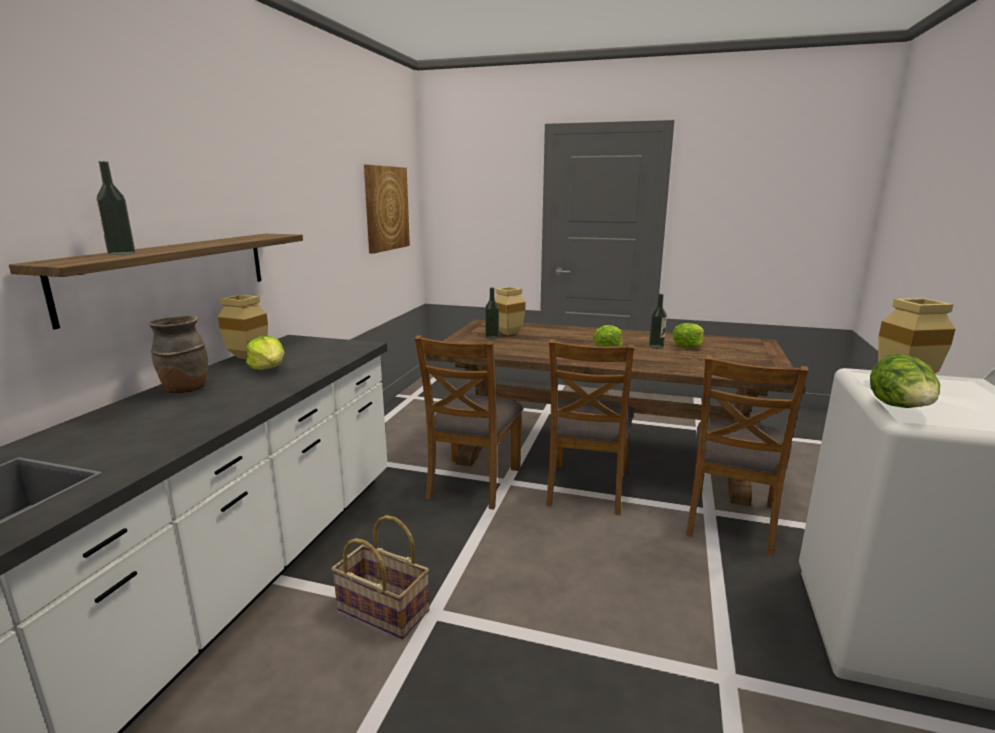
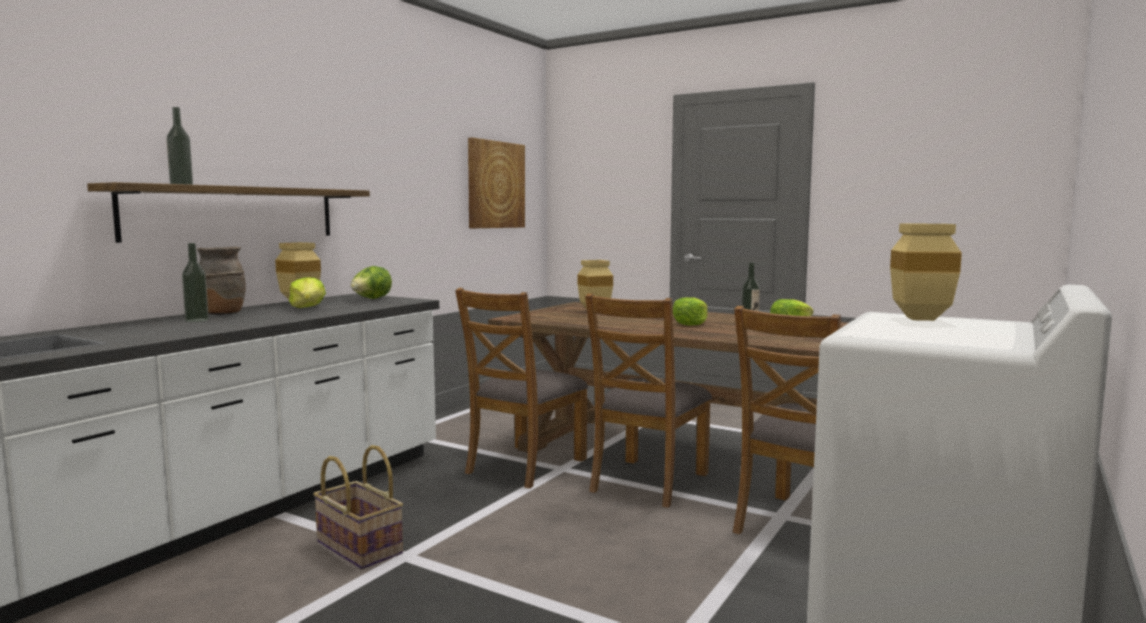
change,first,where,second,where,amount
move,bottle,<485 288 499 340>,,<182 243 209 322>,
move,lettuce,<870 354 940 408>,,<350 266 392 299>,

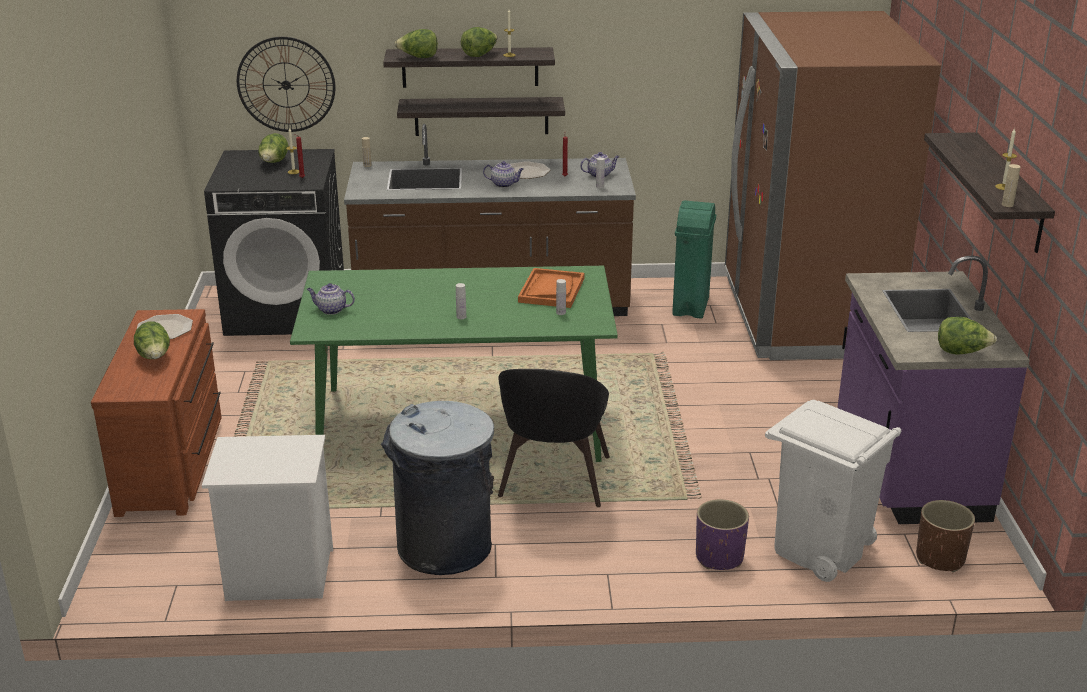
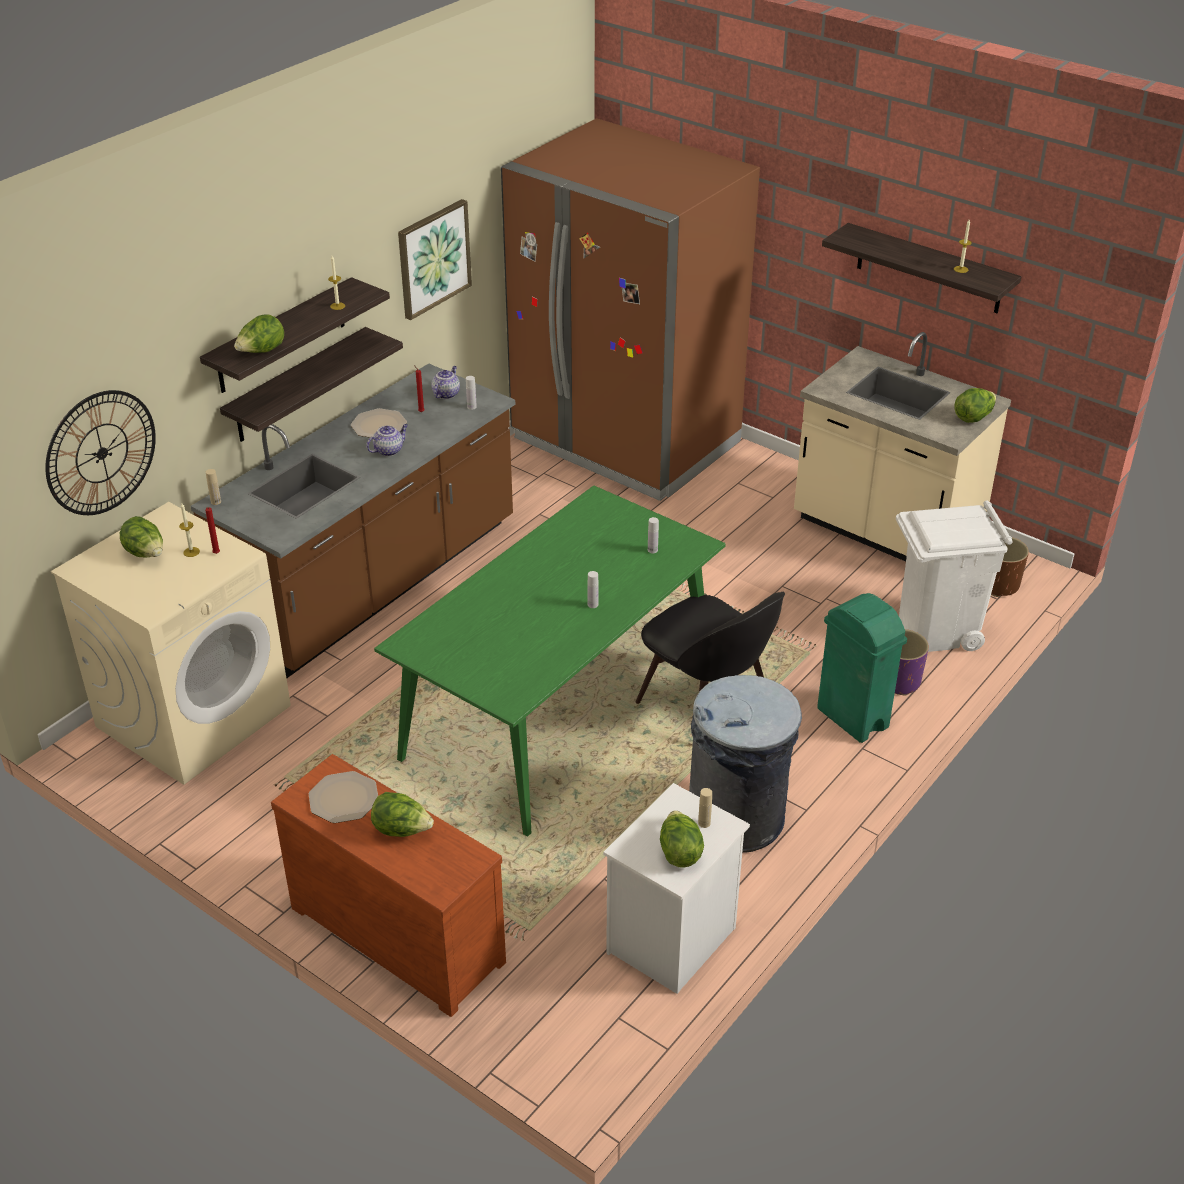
change,first,where,second,where,amount
recolor,washing machine (black),<204 149 344 336>,washing machine (beige),<51 502 291 785>,
delete,teapot,<307 283 355 315>,,,
move,lettuce,<461 27 498 57>,,<660 810 704 868>,
delete,tray (orange),<518 268 584 308>,,,
move,trash can (green),<672 200 716 319>,,<817 593 907 743>,
recolor,counter (purple),<838 256 1030 524>,counter (beige),<794 332 1011 561>,
move,bottle (beige),<1002 164 1020 207>,,<698 788 712 828>,
insert,,,picture,<398 199 472 320>,

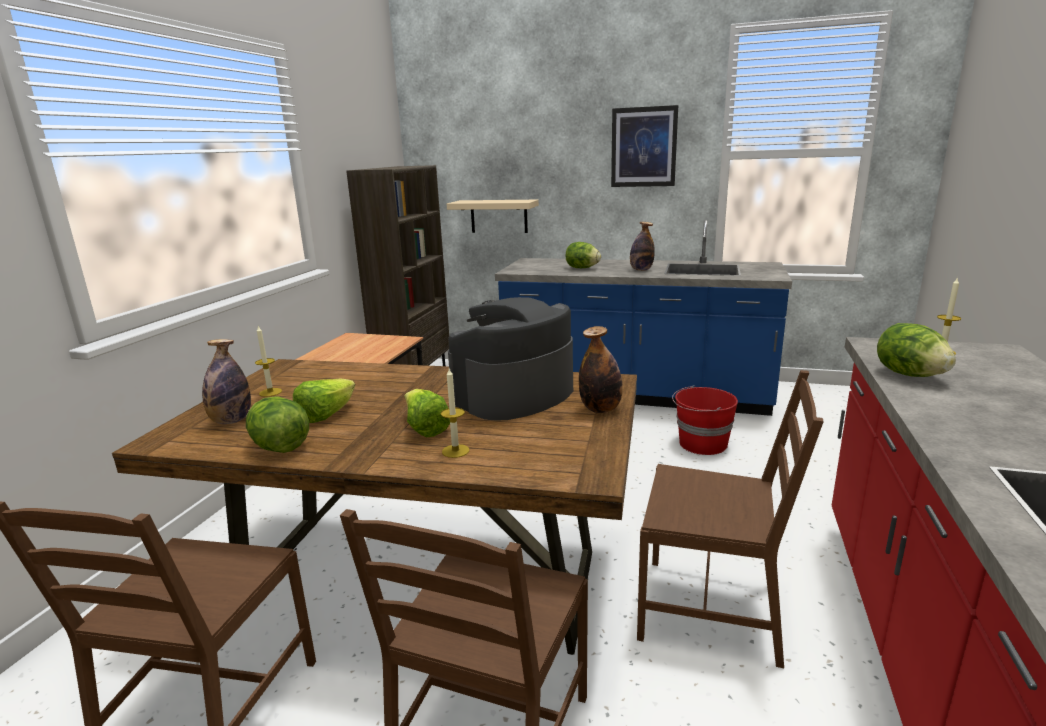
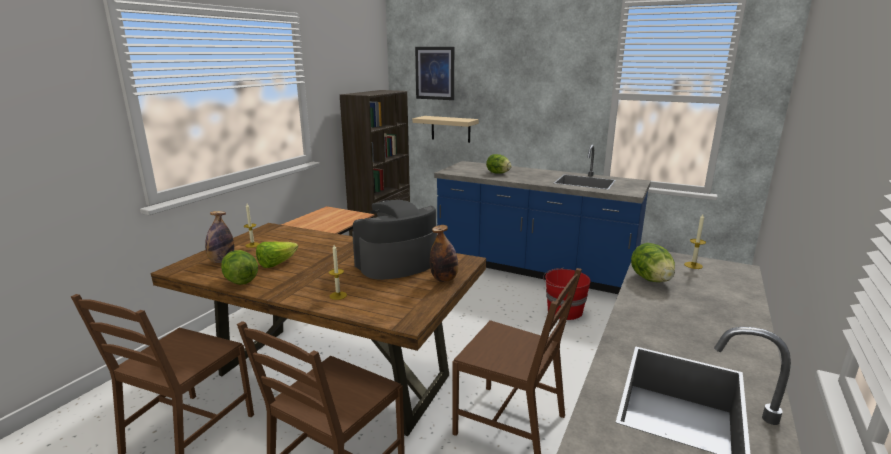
change,first,where,second,where,amount
delete,lettuce,<404 389 450 437>,,,
move,picture,<611 105 678 187>,,<415 47 454 100>,
delete,bottle,<630 222 655 271>,,,

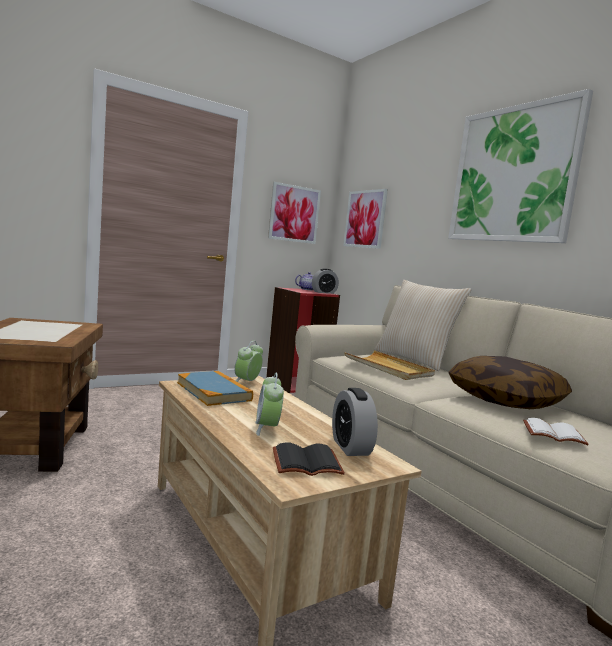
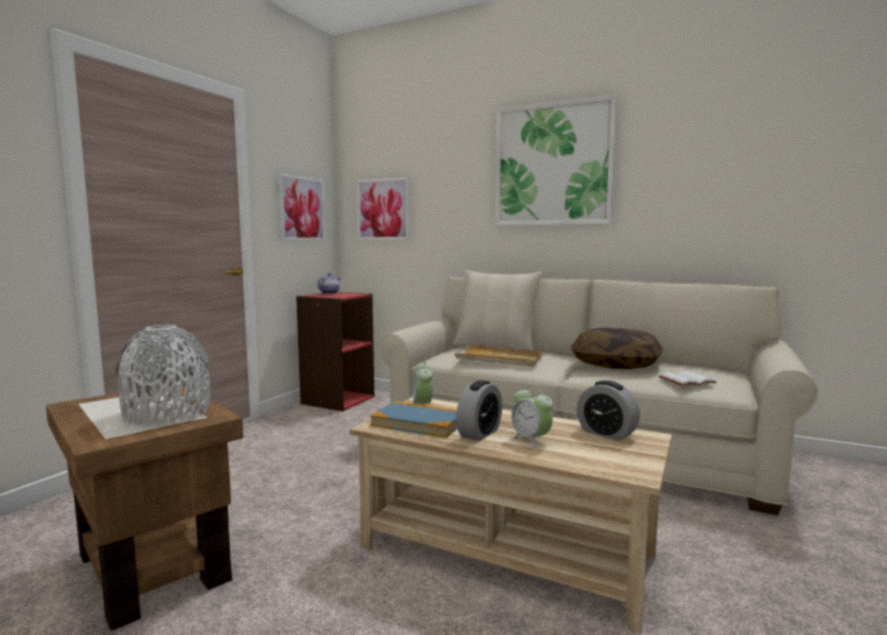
change,first,where,second,where,amount
delete,book (black),<273 443 345 476>,,,
move,alarm clock,<312 268 339 294>,,<456 380 502 441>,
insert,,,vase (grey),<116 325 210 425>,

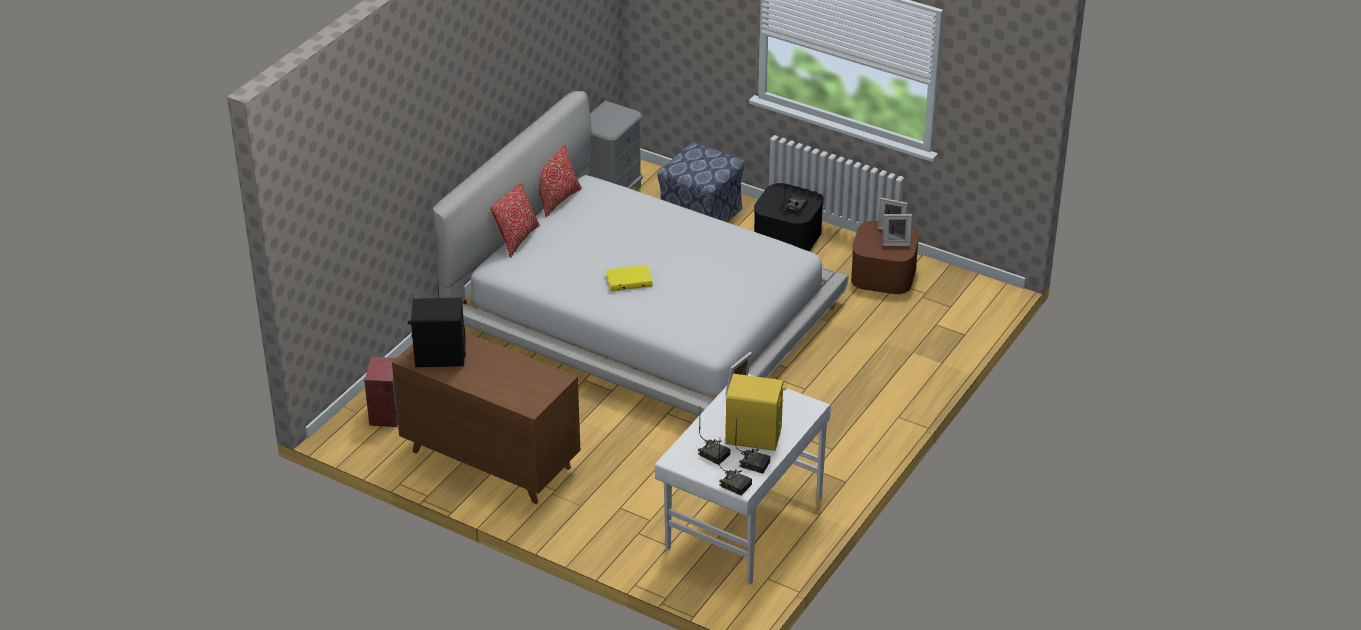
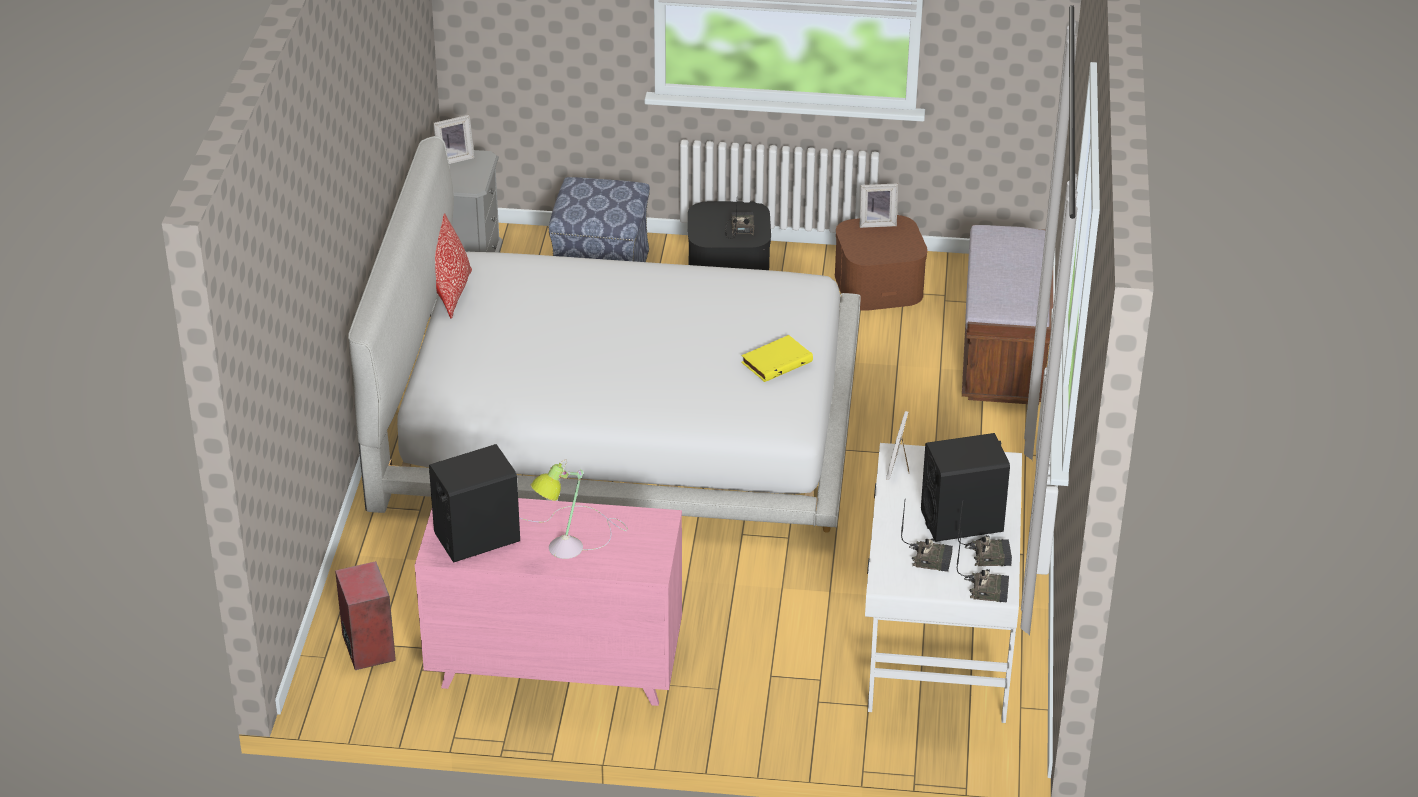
change,first,where,second,where,amount
recolor,dresser (brown),<392 333 581 504>,dresser (pink),<415 498 682 706>,
delete,pillow,<490 183 540 258>,,,
move,book (yellow),<606 265 653 291>,,<741 335 813 382>,
recolor,speaker (yellow),<725 374 786 451>,speaker (black),<921 433 1010 542>,
move,picture frame,<882 214 912 246>,,<433 115 474 164>,
insert,,,table lamp,<519 459 628 559>,
insert,,,bench (brown),<962 225 1053 405>,

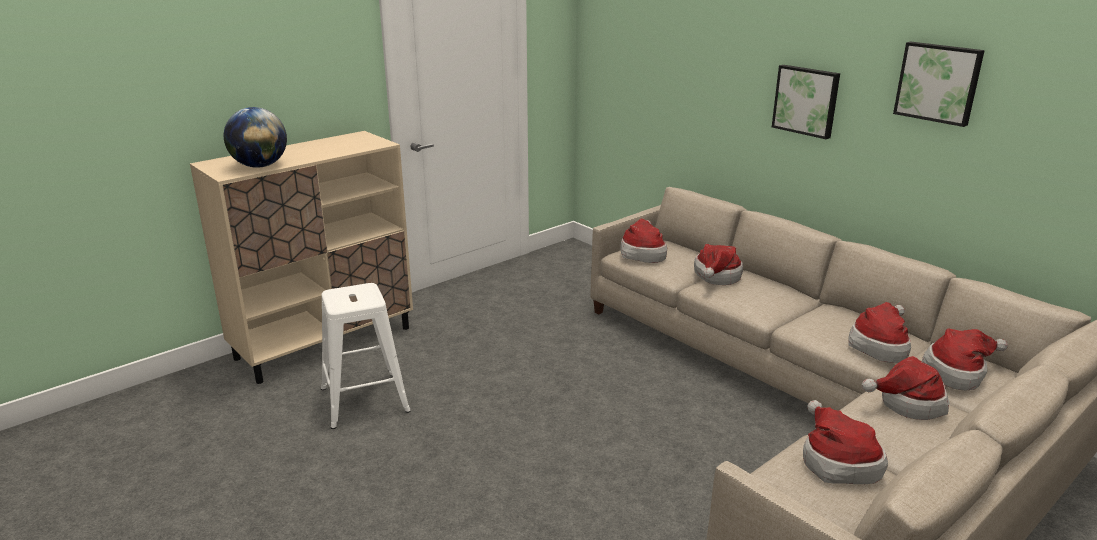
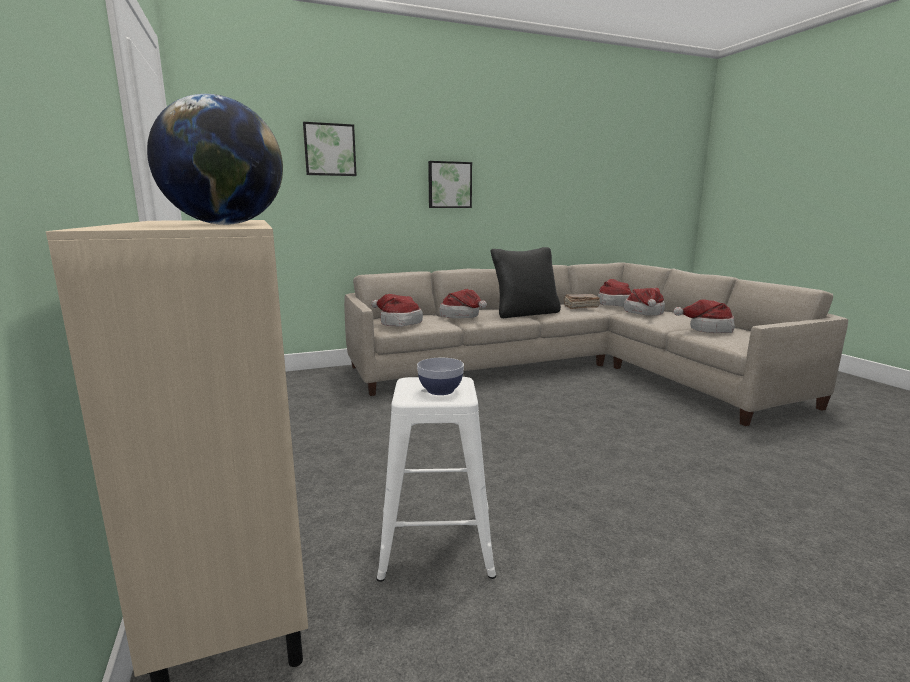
change,first,where,second,where,amount
replace,hat,<848 302 911 363>,book (brown),<564 294 600 309>,
move,picture,<893 42 985 127>,,<303 122 357 176>,
insert,,,bowl,<417 358 464 395>,
insert,,,pillow (black),<491 247 561 318>,

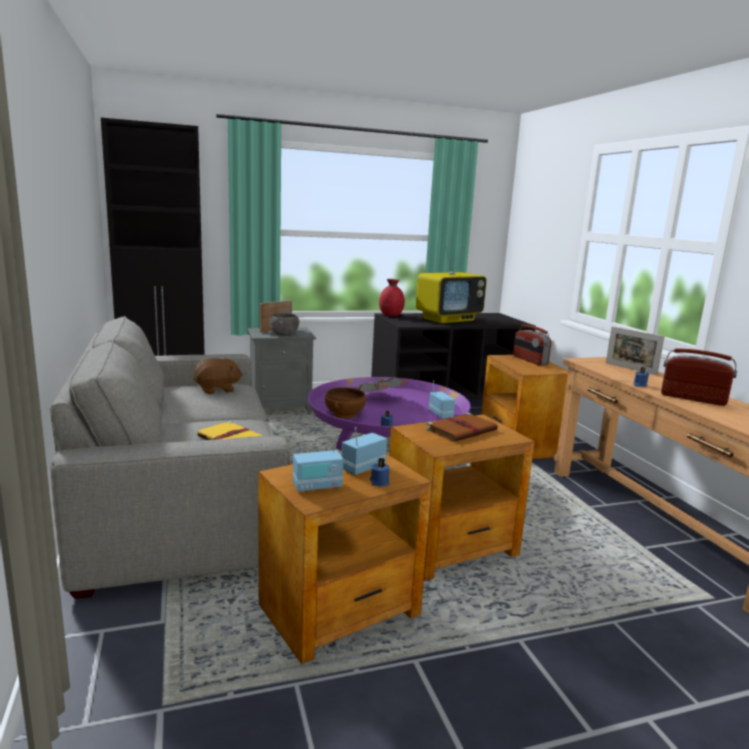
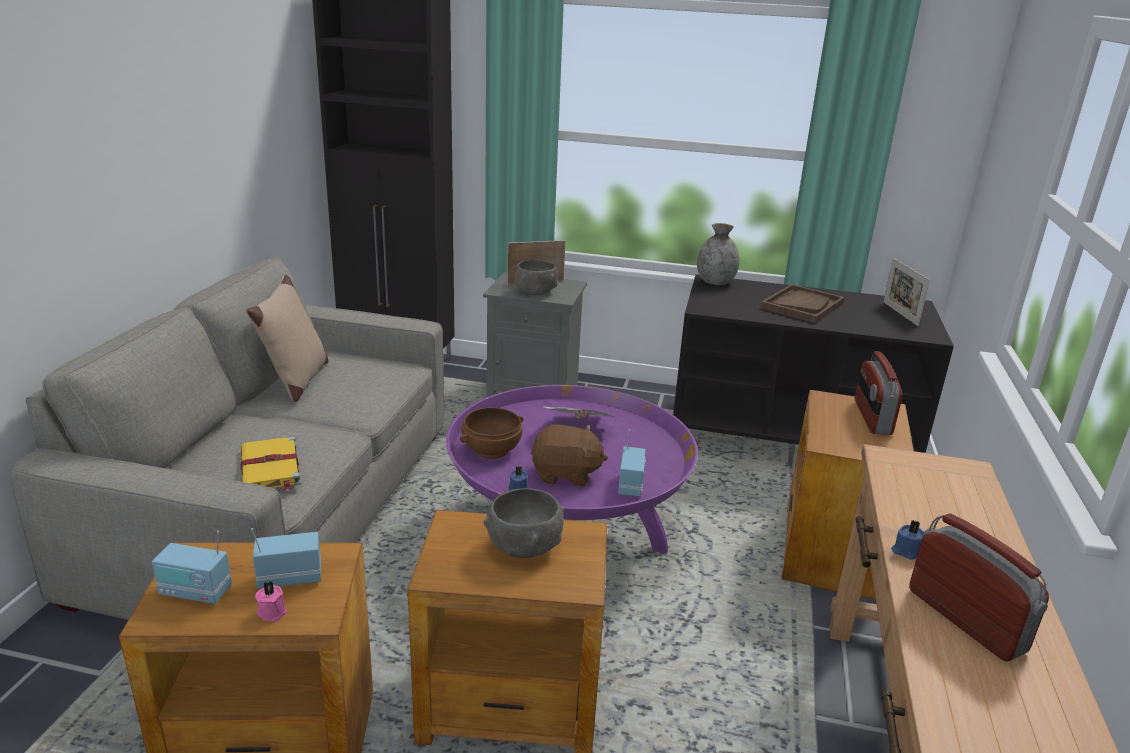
change,first,where,second,where,amount
move,plush toy (brown),<193 358 243 394>,,<531 424 608 487>,
recolor,candle (blue),<370 458 390 487>,candle (pink),<255 581 287 622>,
recolor,vase (red),<379 279 405 316>,vase (grey),<697 223 740 285>,
replace,television,<416 246 487 323>,tray (brown),<761 284 845 323>,
replace,book (brown),<426 413 498 442>,bowl (grey),<484 488 564 558>,
move,picture frame,<606 327 665 375>,,<883 258 930 326>,
insert,,,pillow (beige),<246 275 329 402>,

